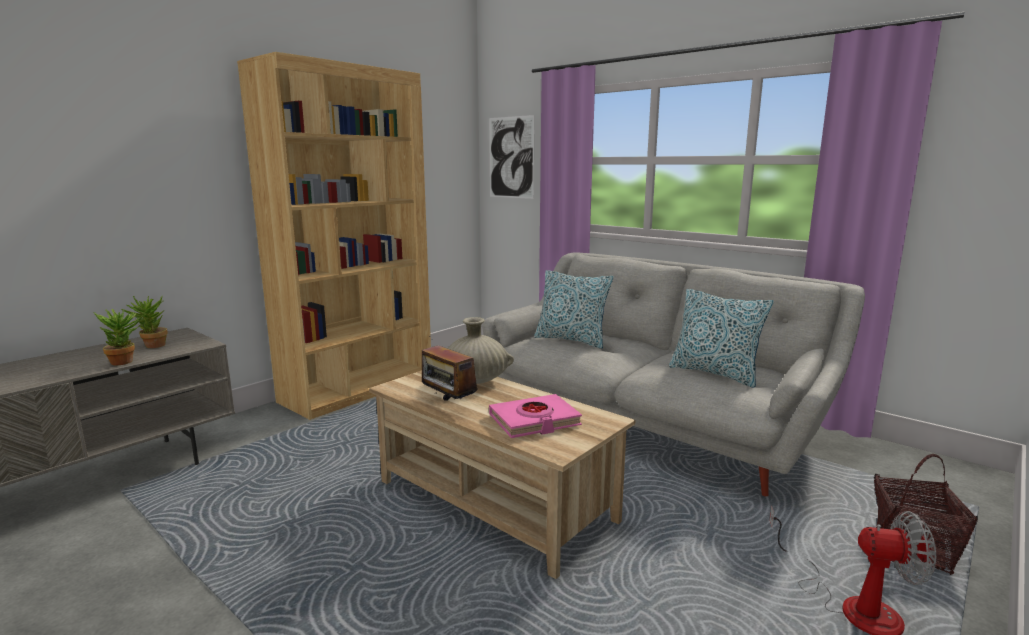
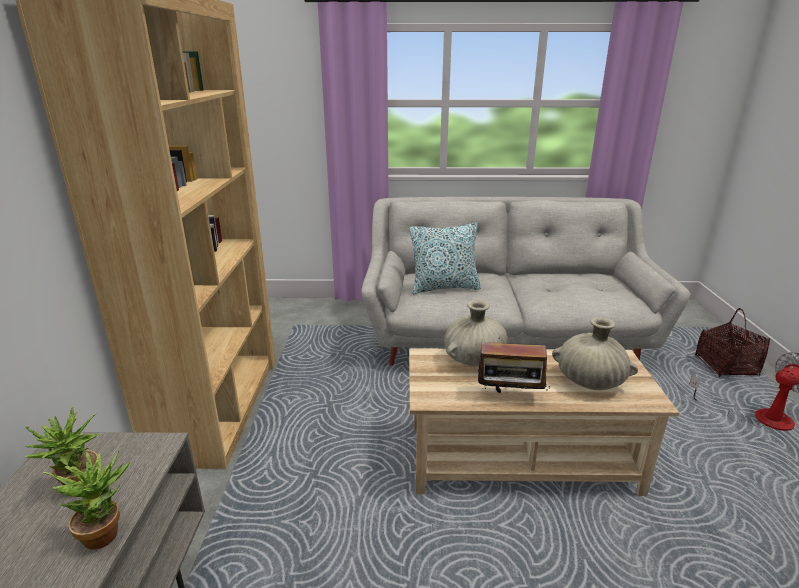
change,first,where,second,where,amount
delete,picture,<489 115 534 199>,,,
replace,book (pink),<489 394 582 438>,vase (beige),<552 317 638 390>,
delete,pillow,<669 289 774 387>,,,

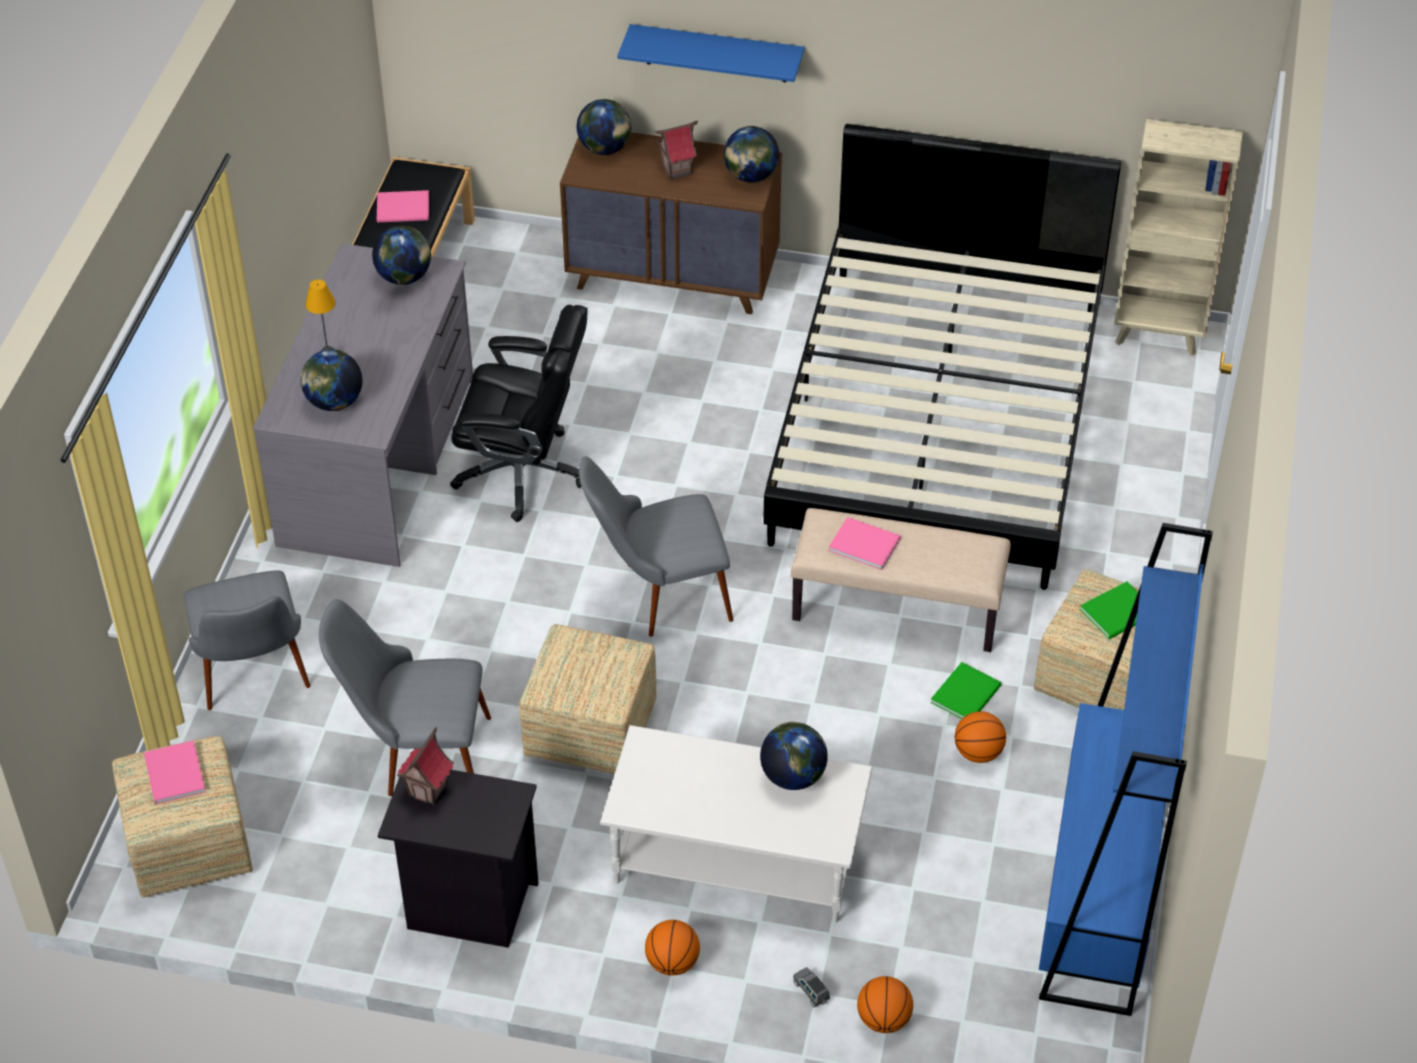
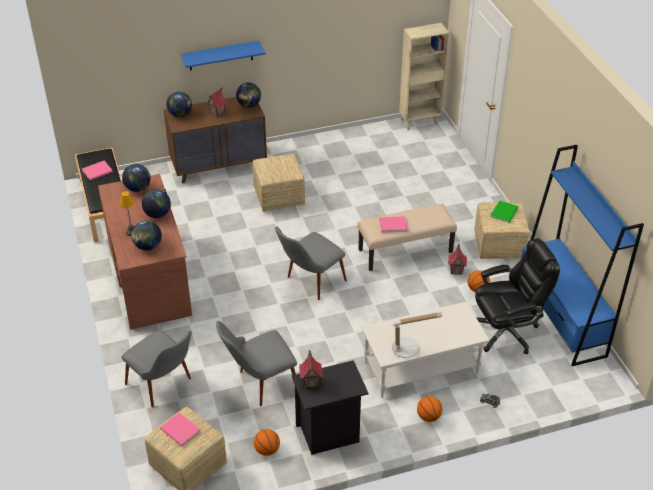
change,first,where,second,where,amount
recolor,desk (grey),<253 243 473 567>,desk (brown),<98 174 192 330>,
move,office chair (black),<450 305 588 522>,,<475 238 560 354>,
move,ottoman,<519 624 657 774>,,<253 154 305 212>,
move,globe,<760 722 828 790>,,<142 189 171 218>,
delete,bed (black),<763 124 1121 590>,,,
move,basketball,<857 976 913 1033>,,<254 429 280 456>,
replace,book (green),<931 662 1002 719>,toy house,<448 243 467 275>,
insert,,,table lamp,<392 312 443 358>,

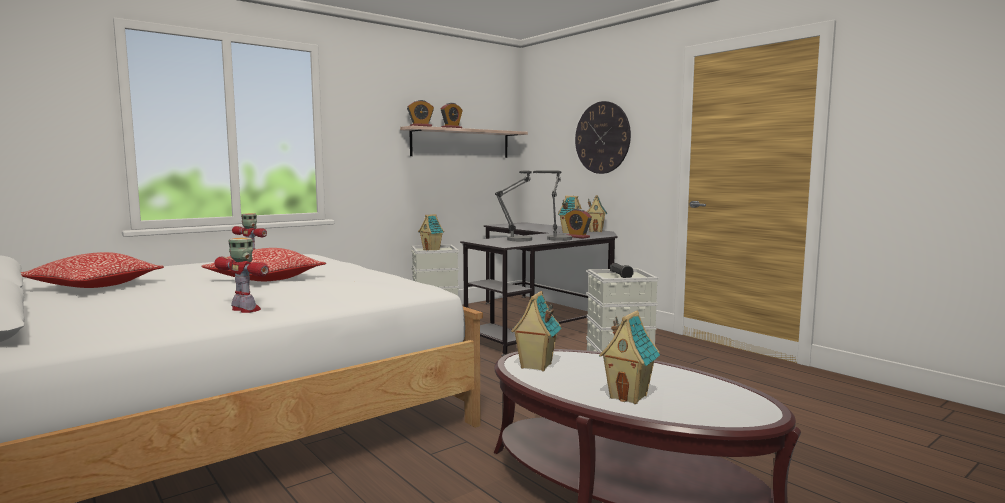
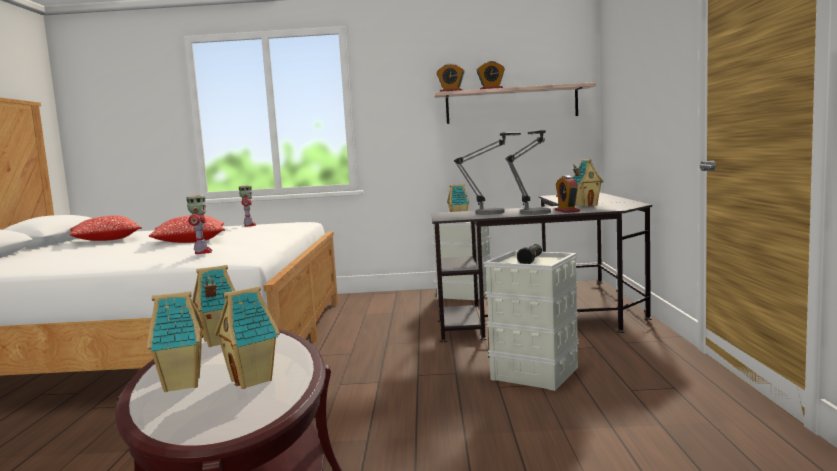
change,first,where,second,where,amount
move,toy robot,<214 237 269 313>,,<186 195 213 254>,
delete,wall clock,<575 101 631 174>,,,
move,toy house,<587 195 607 232>,,<215 286 280 389>,

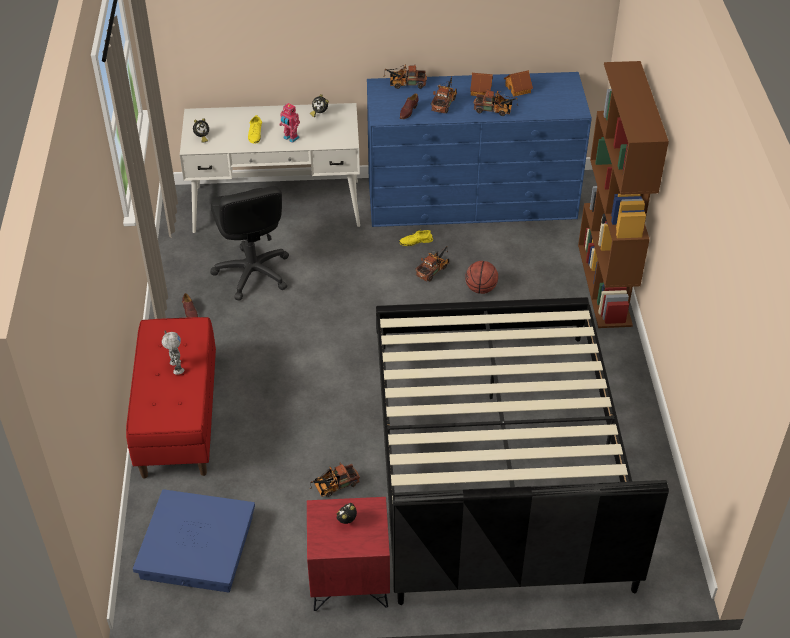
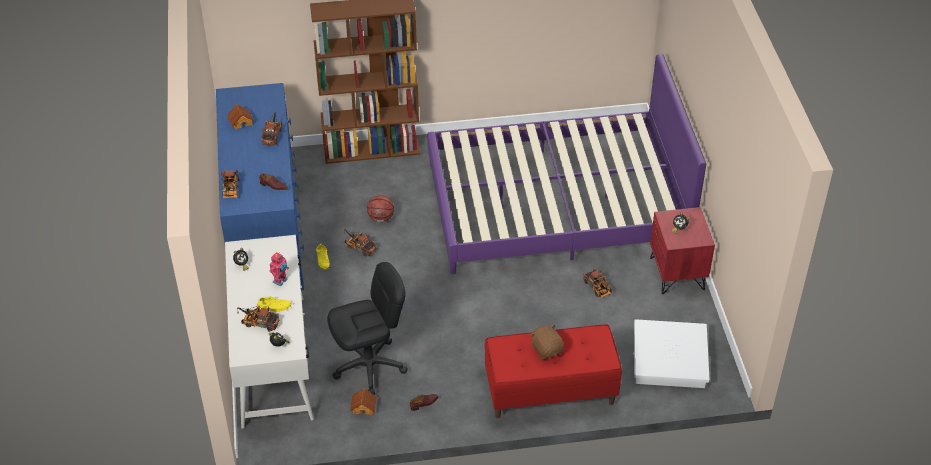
change,first,where,second,where,amount
recolor,storage box (blue),<133 489 255 592>,storage box (white),<633 319 709 388>,
replace,toy robot,<162 330 184 375>,plush toy (brown),<530 325 564 360>,
recolor,bed (black),<376 297 669 605>,bed (purple),<427 54 706 274>,
move,toy truck,<431 76 457 113>,,<237 306 279 331>,
move,toy house,<470 73 493 96>,,<350 389 377 415>,

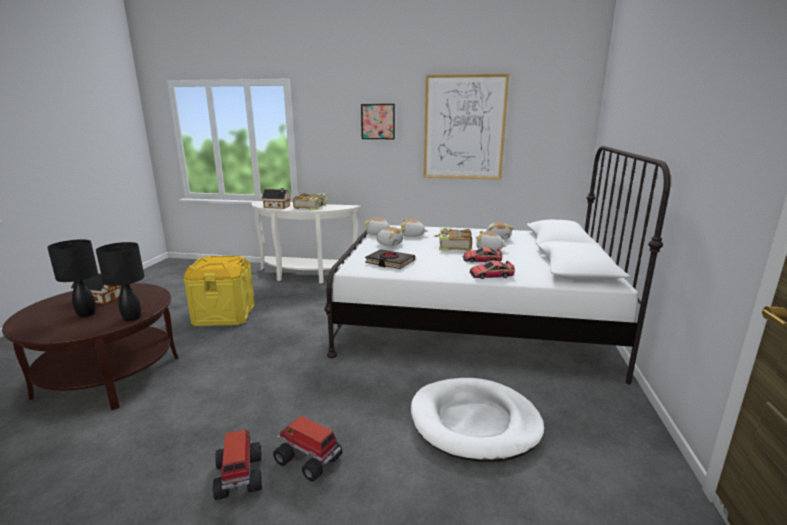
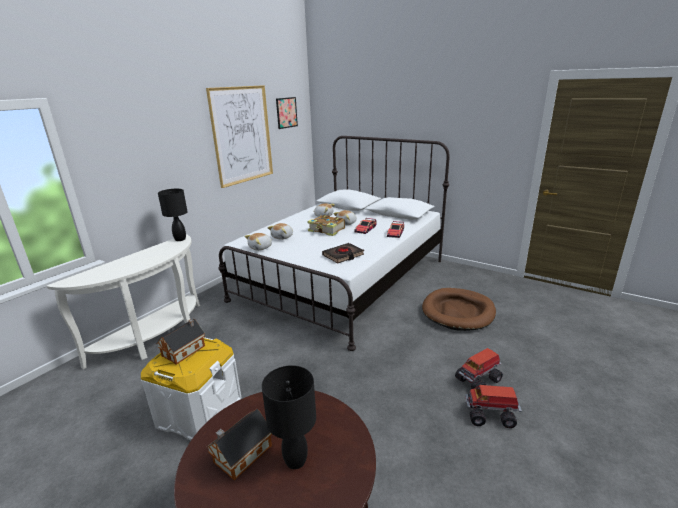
change,first,where,second,where,amount
move,table lamp (black),<96 242 144 321>,,<158 189 188 241>,
recolor,storage box (yellow),<184 256 255 326>,storage box (white),<141 337 241 440>,
move,toy house,<262 188 291 209>,,<157 319 205 364>,
delete,book,<293 193 327 210>,,,
move,picture,<361 104 395 139>,,<276 97 298 129>,
delete,plush toy,<376 227 406 246>,,,
recolor,dog bed (white),<411 378 544 462>,dog bed (brown),<422 288 496 331>,

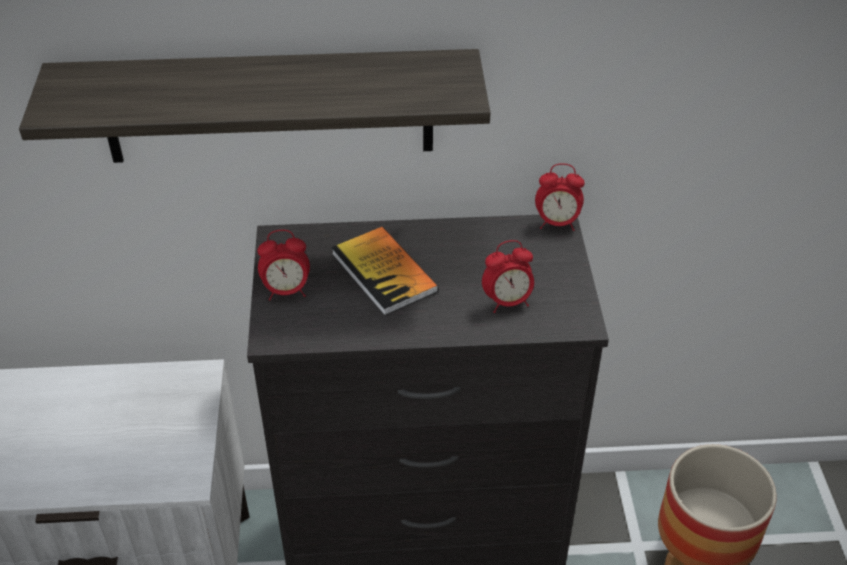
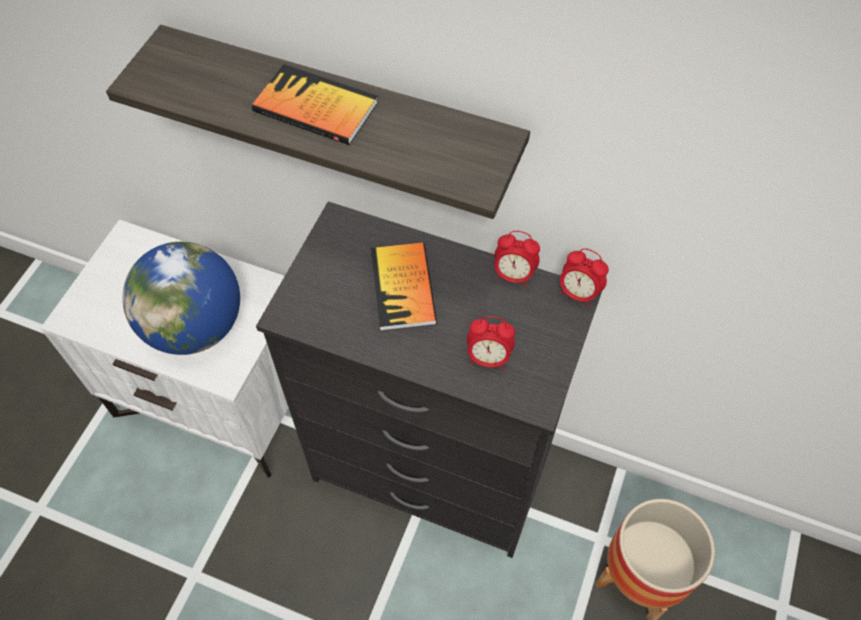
change,first,where,second,where,amount
move,alarm clock,<257 230 310 301>,,<494 231 540 287>,
insert,,,globe,<122 242 240 355>,
insert,,,book,<252 64 378 145>,

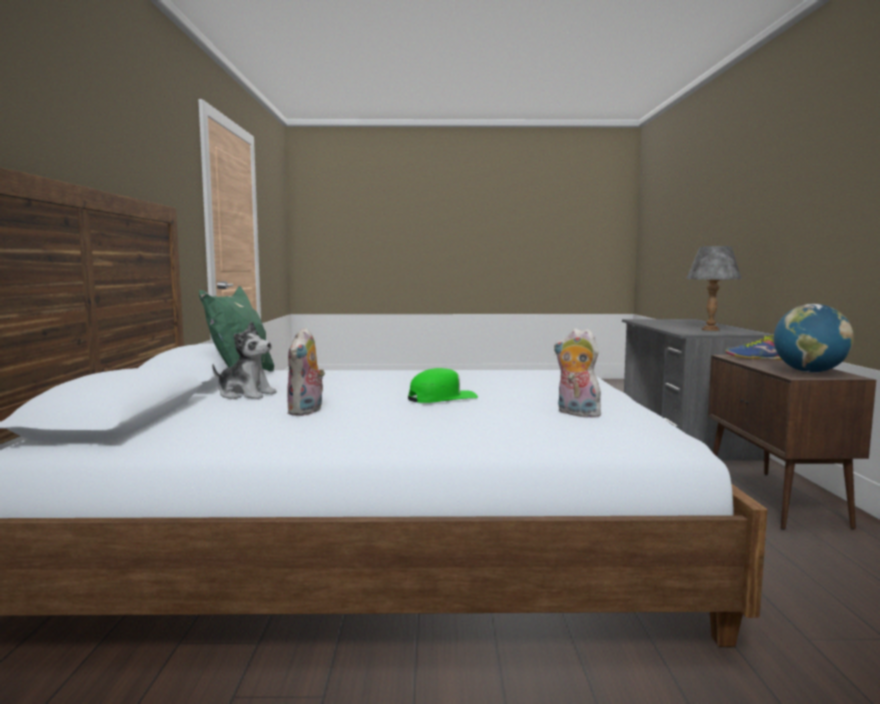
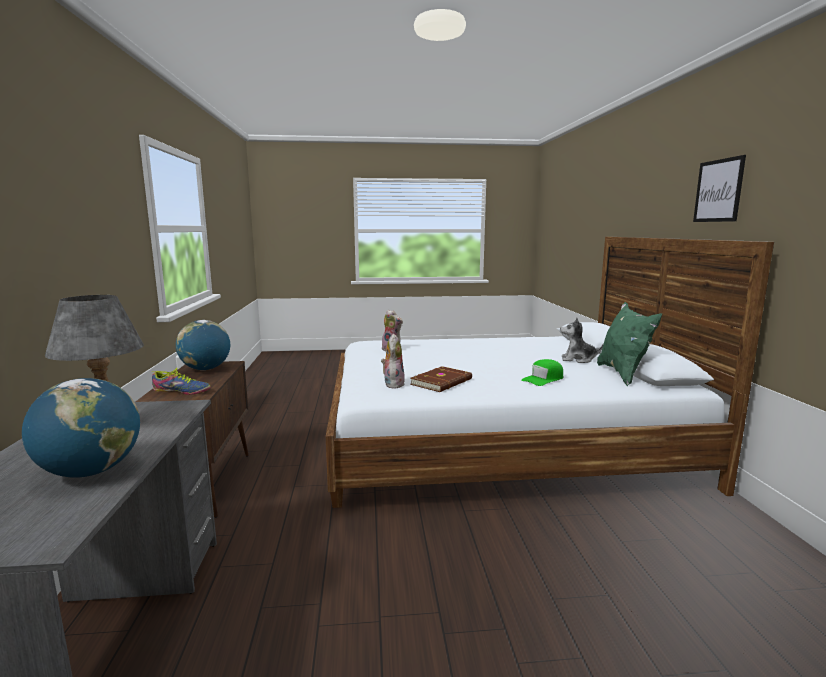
change,first,where,second,where,amount
move,plush toy,<287 328 325 416>,,<381 334 405 389>,
move,cap (green),<408 368 478 403>,,<521 359 563 386>,
insert,,,globe,<22 378 140 478>,
insert,,,book (brown),<410 366 472 392>,
insert,,,picture,<693 155 746 222>,

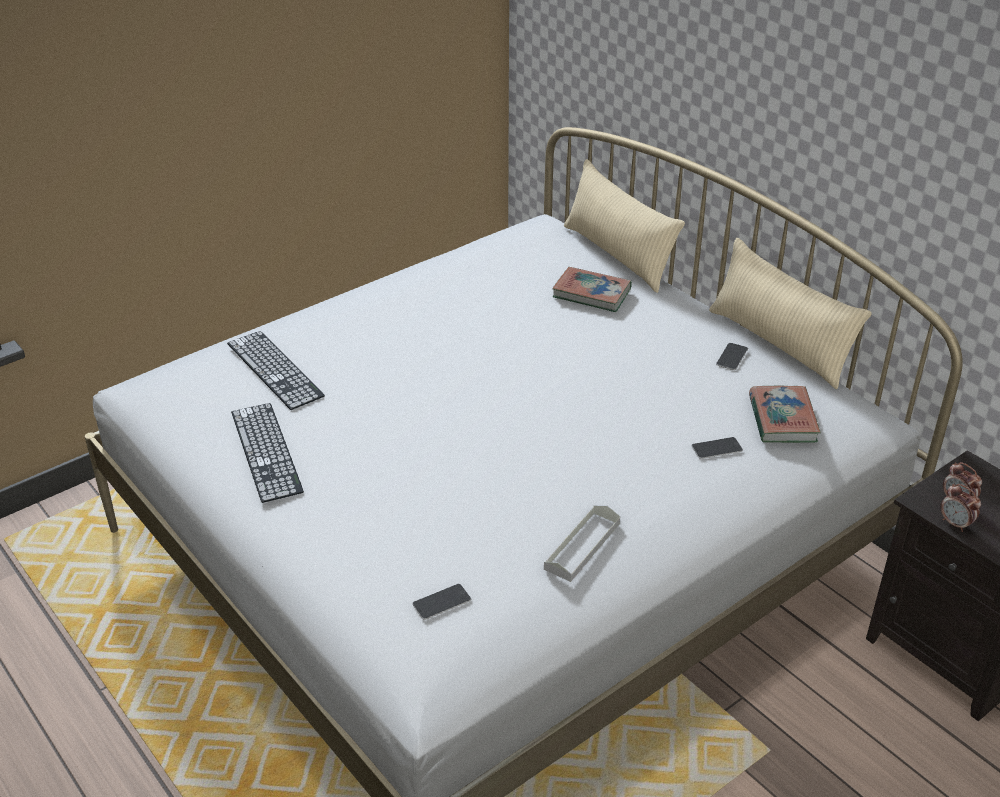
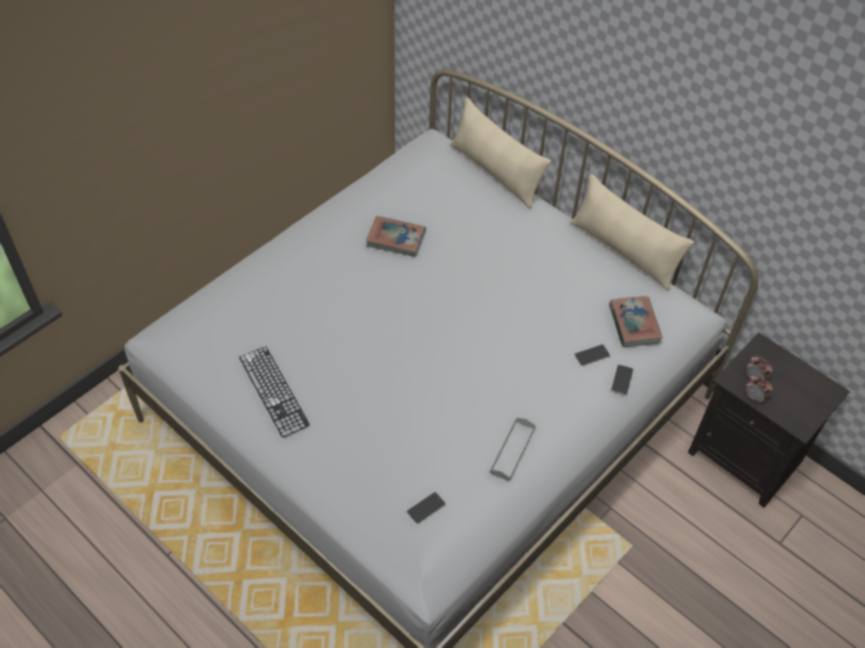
change,first,where,second,where,amount
delete,keyboard,<227 331 325 410>,,,
move,book,<552 267 632 312>,,<366 216 426 257>,
move,phone,<716 343 748 370>,,<611 365 633 395>,

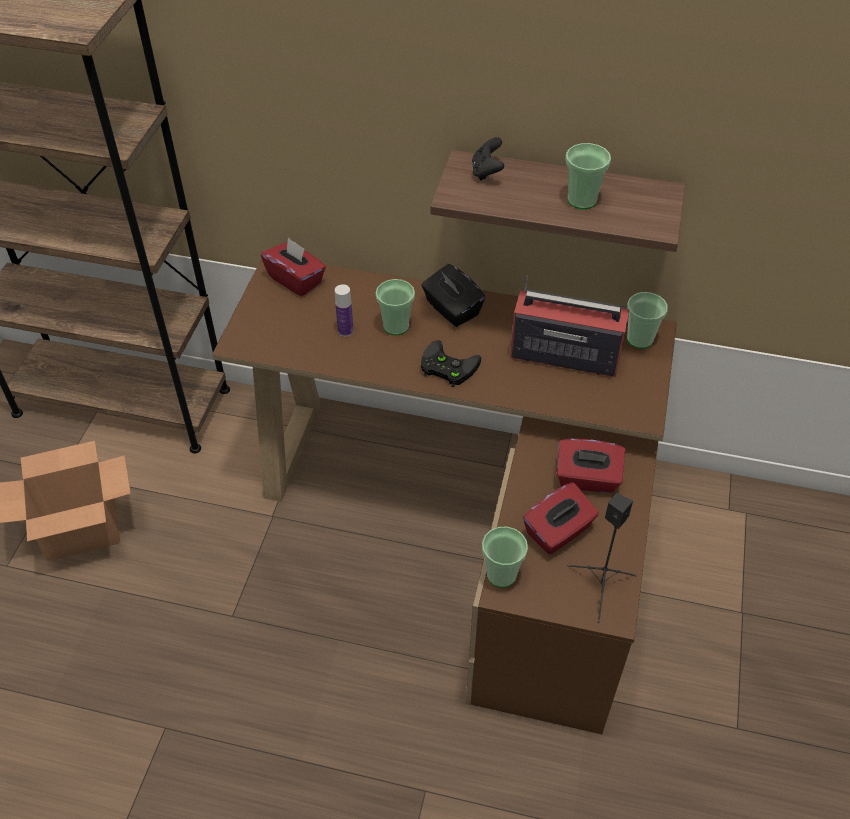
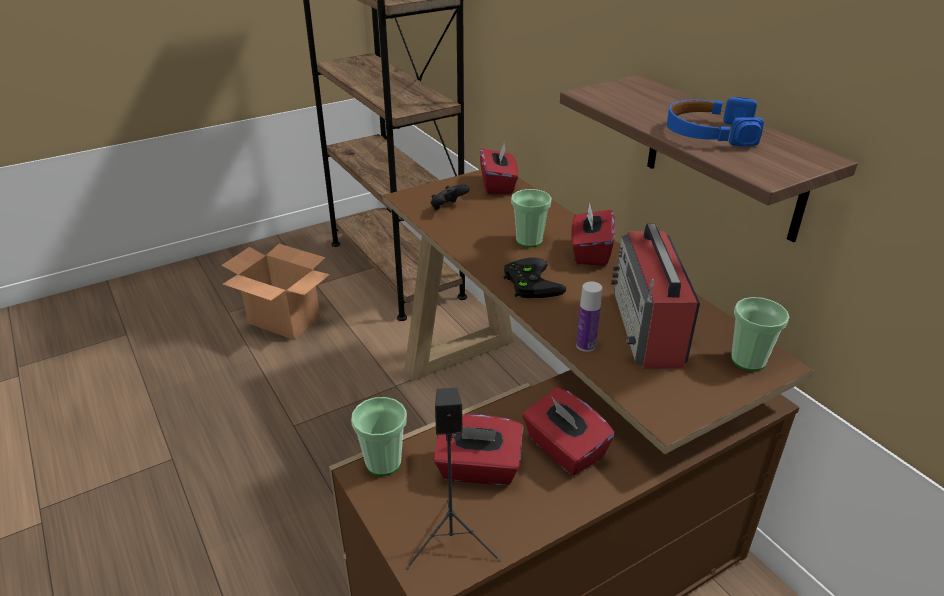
change,first,where,second,where,amount
move,bottle,<335 284 354 337>,,<576 281 602 352>,
recolor,tissue box (black),<421 264 485 327>,tissue box (red),<571 202 615 266>,
move,game controller (black),<472 137 504 181>,,<431 184 470 210>,
rotate,radio,<510 276 629 377>,,<611 224 700 369>,150 degrees counterclockwise
replace,cup,<566 143 611 210>,headphones (blue),<667 97 764 147>,

